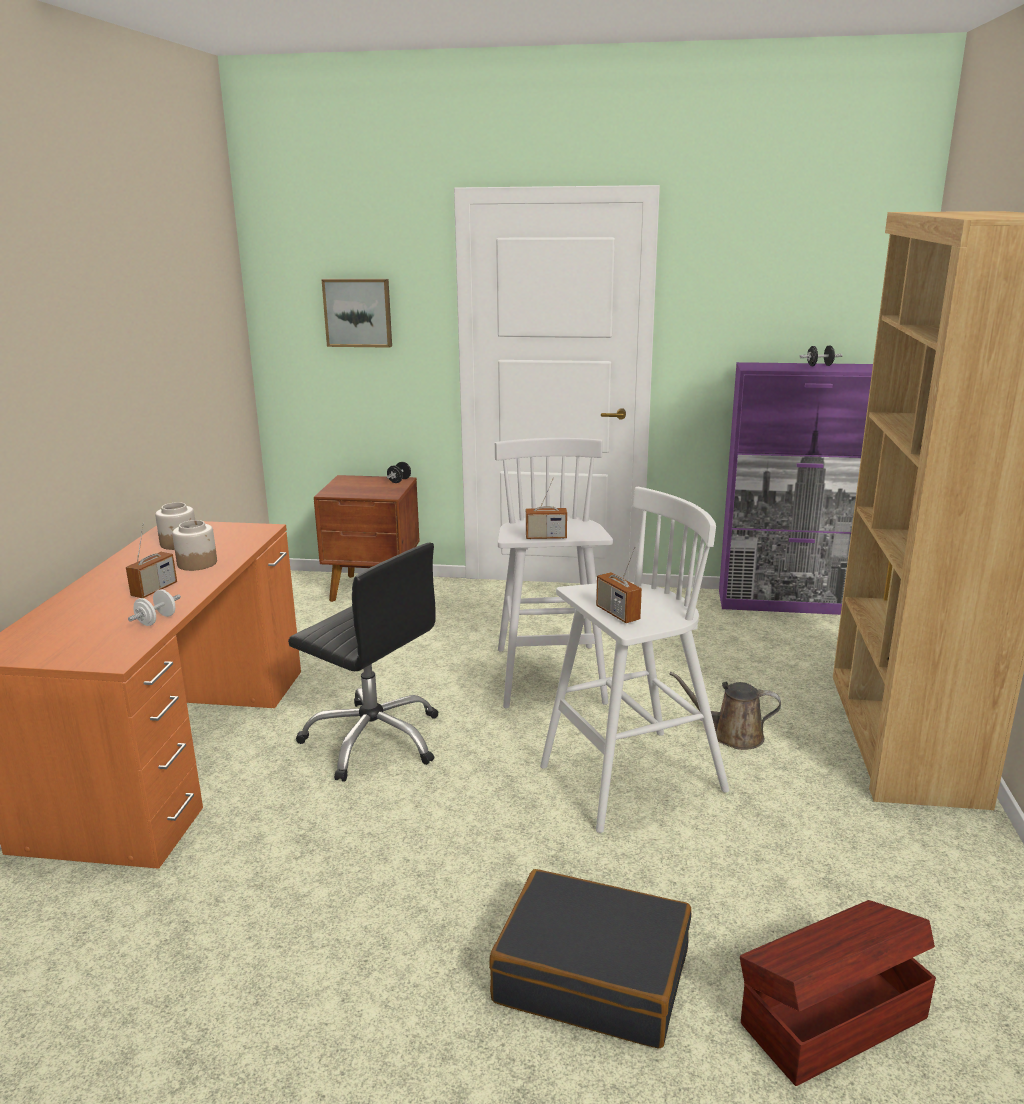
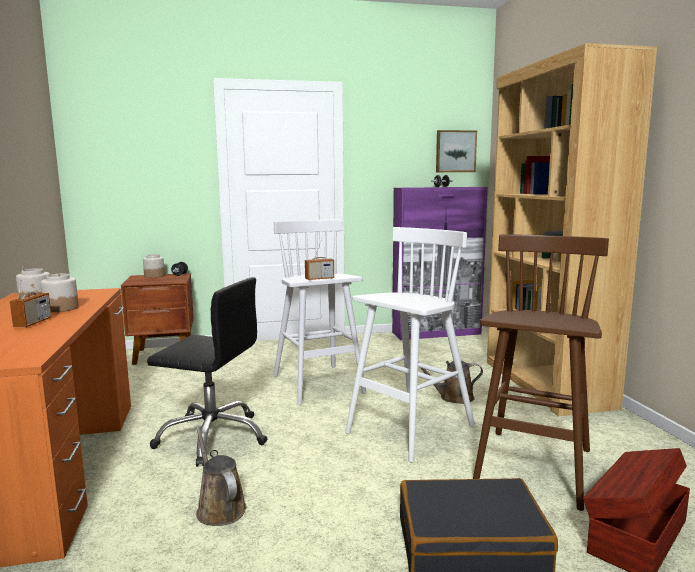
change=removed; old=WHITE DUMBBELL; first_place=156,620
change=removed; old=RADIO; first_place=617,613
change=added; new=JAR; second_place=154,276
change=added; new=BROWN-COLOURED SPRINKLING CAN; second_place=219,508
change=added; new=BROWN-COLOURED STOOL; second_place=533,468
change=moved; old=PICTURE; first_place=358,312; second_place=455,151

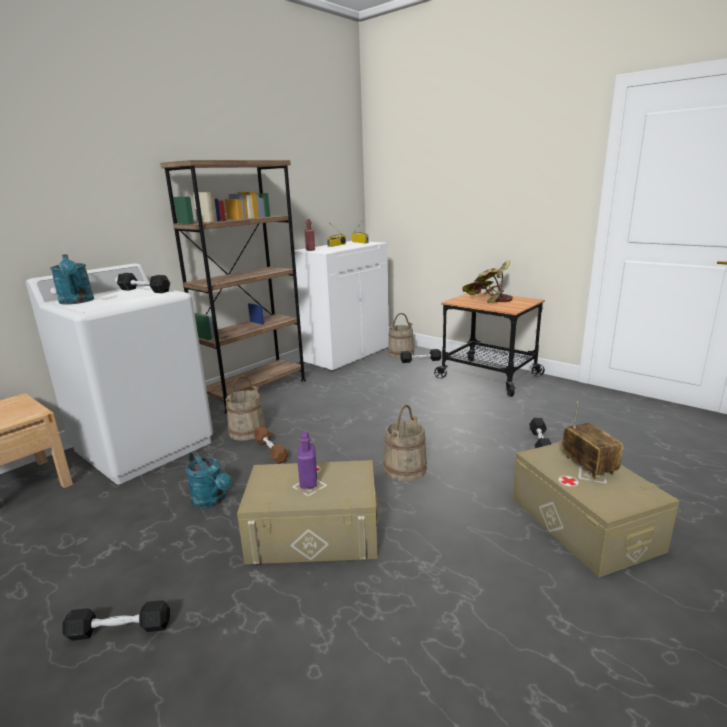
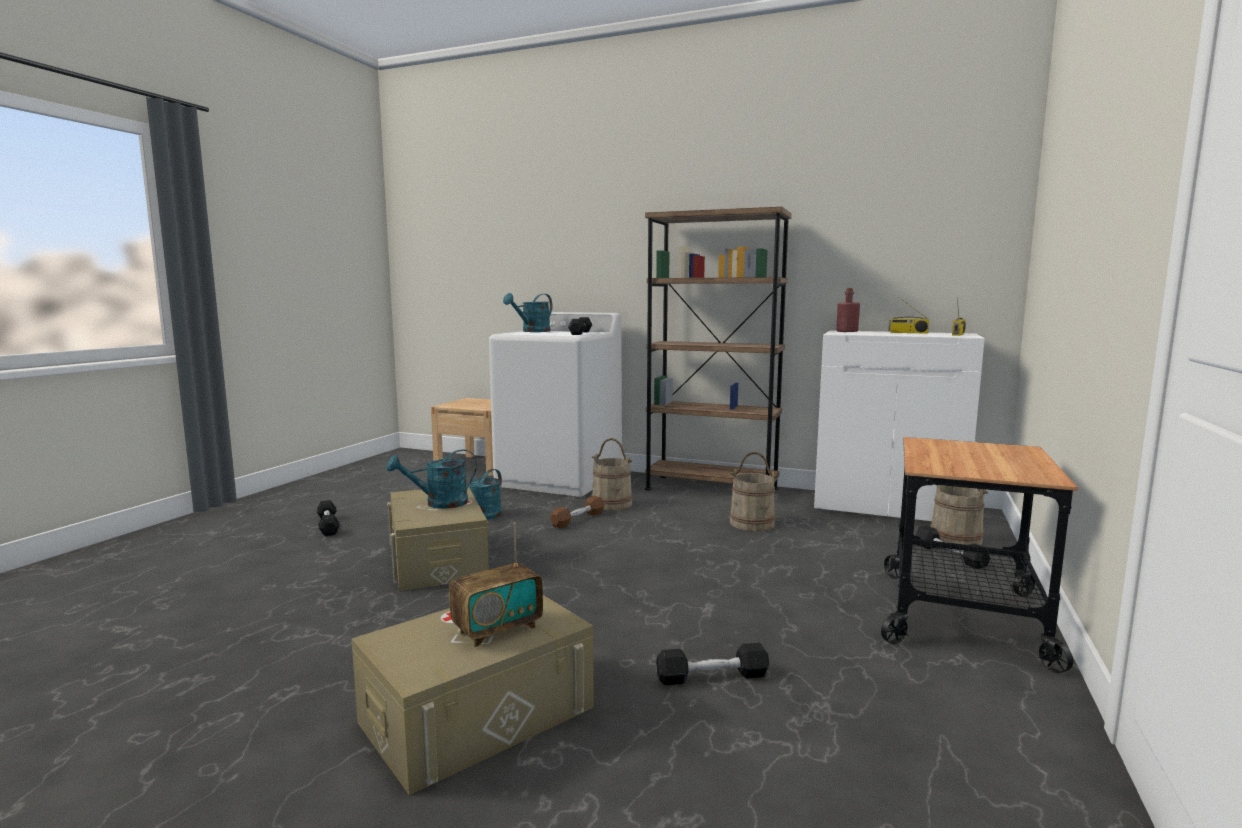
change=removed; old=PLANT IN A POT; first_place=487,299
change=moved; old=SAND-COLOURED PAIL; first_place=404,469; second_place=752,523
change=replaced; old=PURPLISH BOTTLE; new=BLUE-GREEN SPRINKLING CAN; first_place=308,482; second_place=439,504

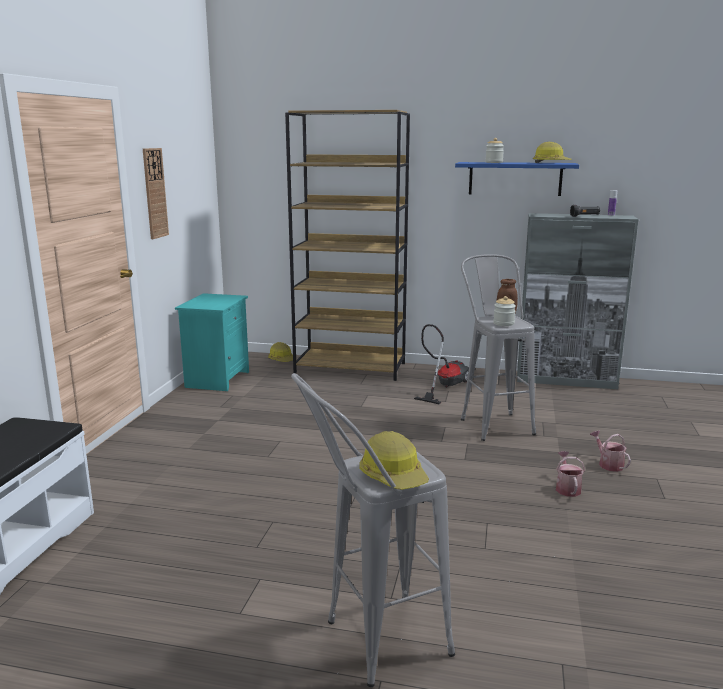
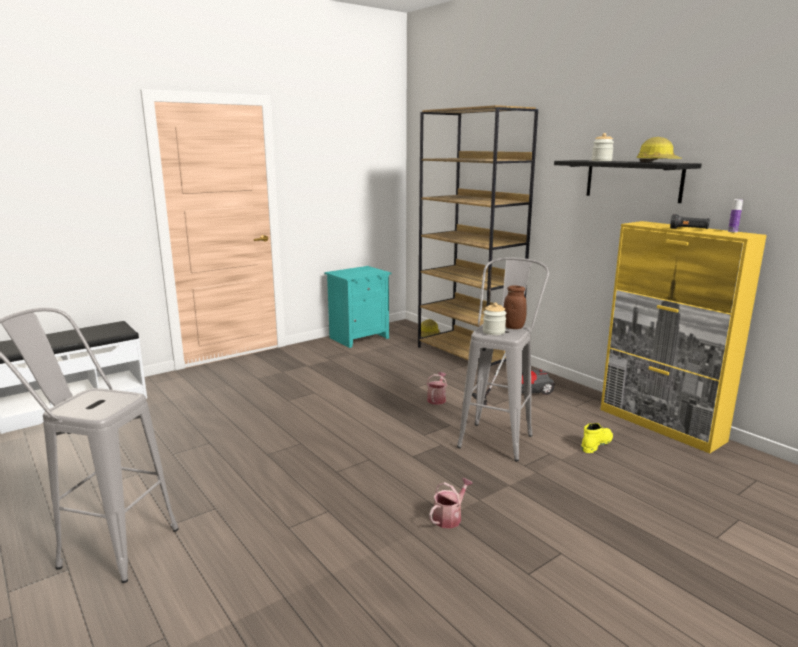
change=removed; old=CLOCK ON THE WALL; first_place=155,193
change=removed; old=SAFETY HELMET; first_place=394,476
change=added; new=YELLOW TALL BOOT; second_place=595,444
change=moved; old=SPRINKLING CAN; first_place=608,464; second_place=437,399
change=recoloured; old=BLUE-COLOURED WALL SHELF; new=BLACK-COLOURED WALL SHELF; first_place=515,178; second_place=633,180
change=recoloured; old=GREY CUPBOARD; new=YELLOW CUPBOARD; first_place=566,380; second_place=661,425

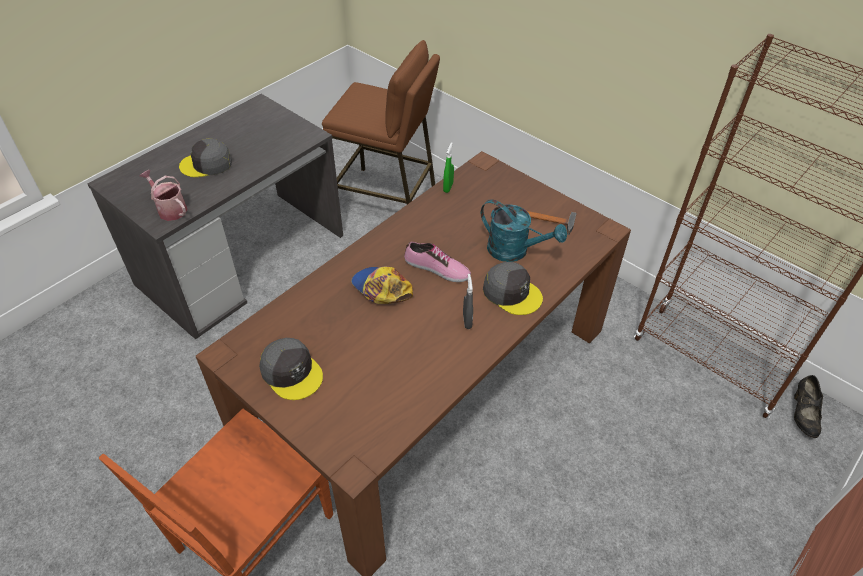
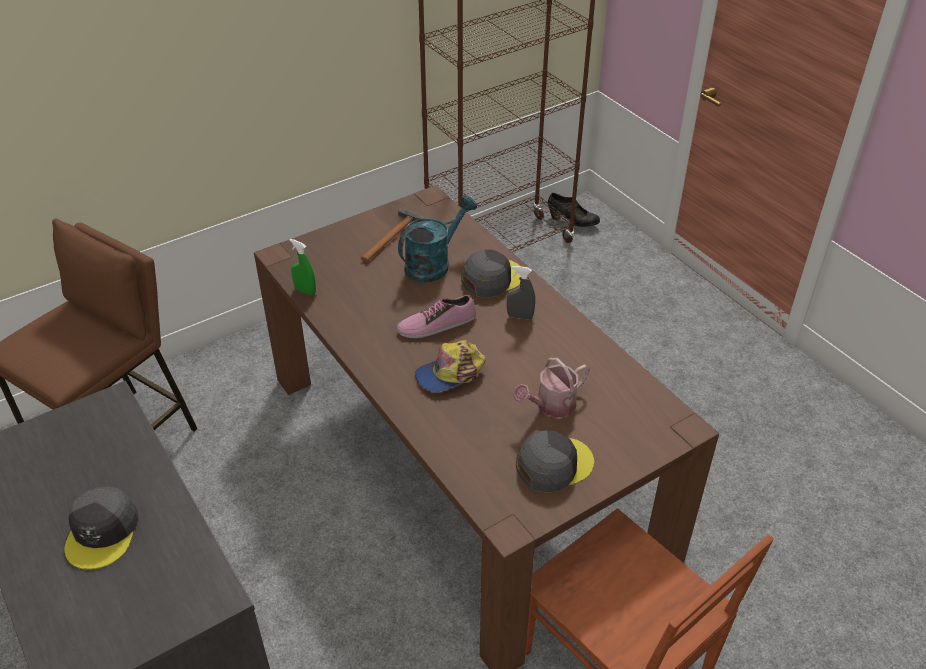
change=moved; old=SPRINKLING CAN; first_place=170,209; second_place=551,405
change=turned; old=SHOE; first_place=437,269; second_place=436,324; degrees=-150

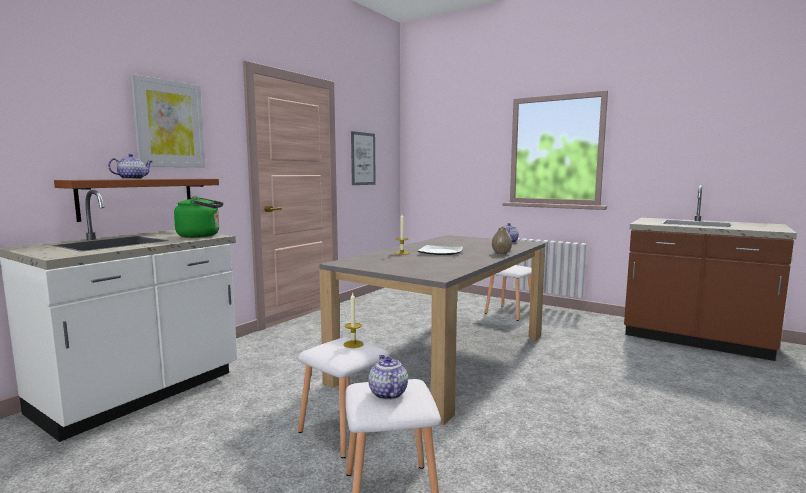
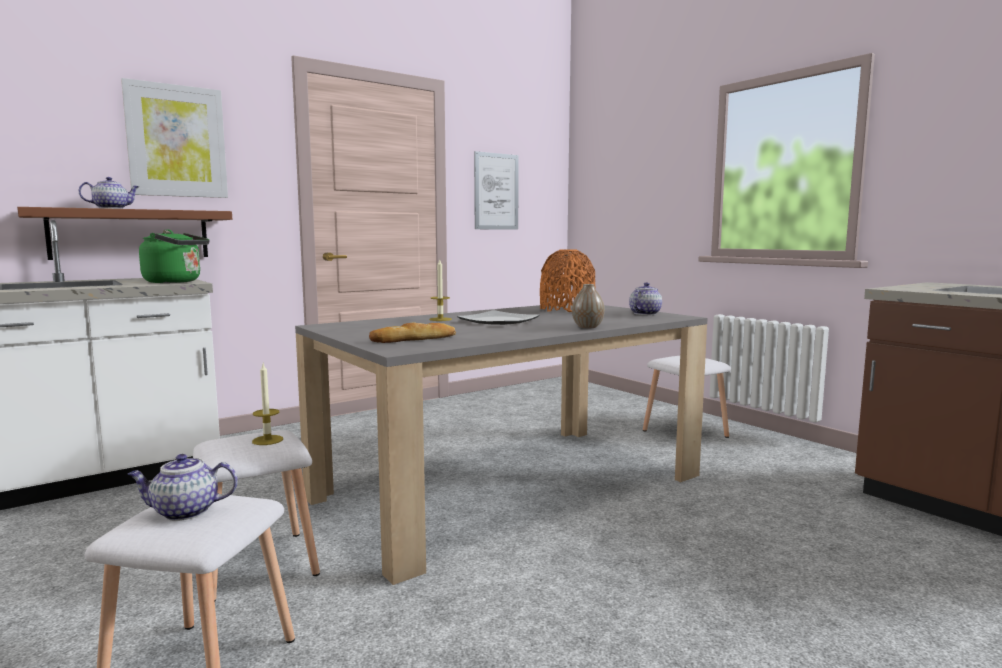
change=added; new=BREAD; second_place=414,339
change=added; new=ORANGEY VASE; second_place=567,310
change=turned; old=TEAPOT; first_place=387,393; second_place=184,512; degrees=-105

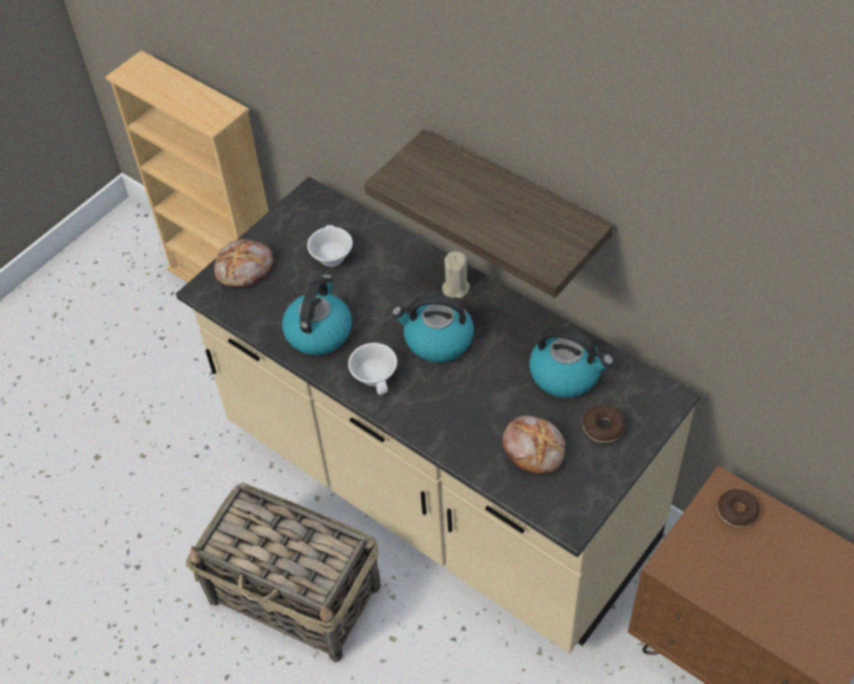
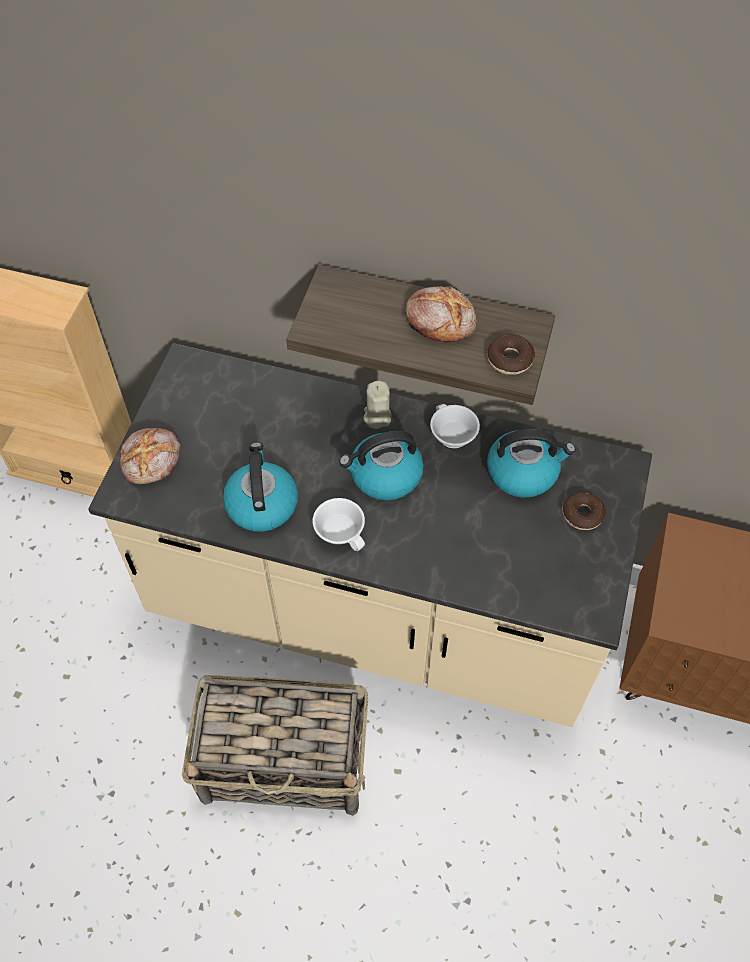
change=moved; old=WHITE SMALL CUP; first_place=330,255; second_place=451,436
change=moved; old=BREAD; first_place=534,448; second_place=440,320
change=moved; old=RING DOUGHNUT; first_place=737,511; second_place=509,359

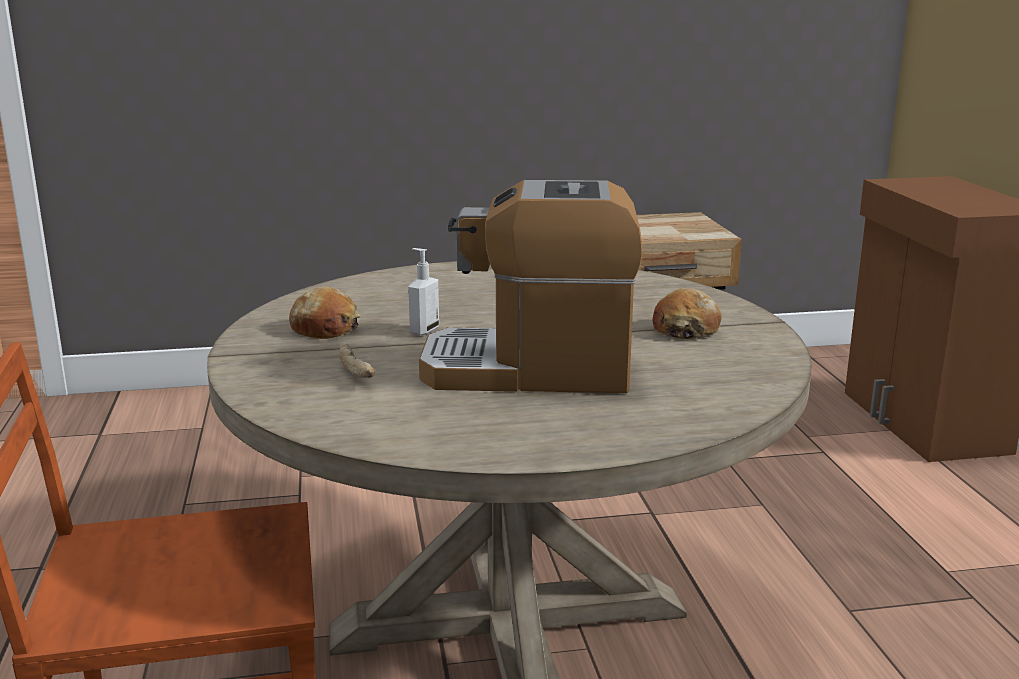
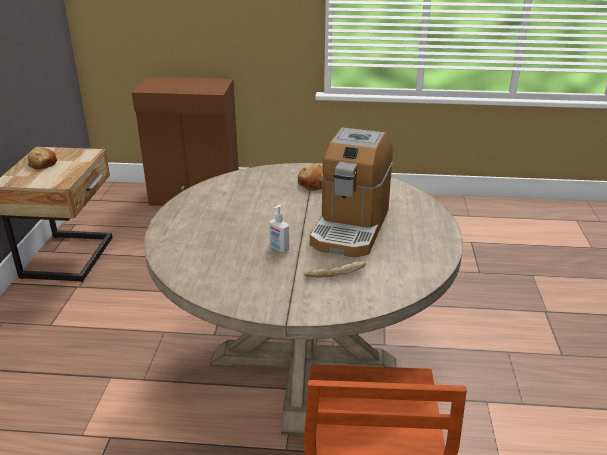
change=moved; old=BREAD; first_place=325,328; second_place=42,164

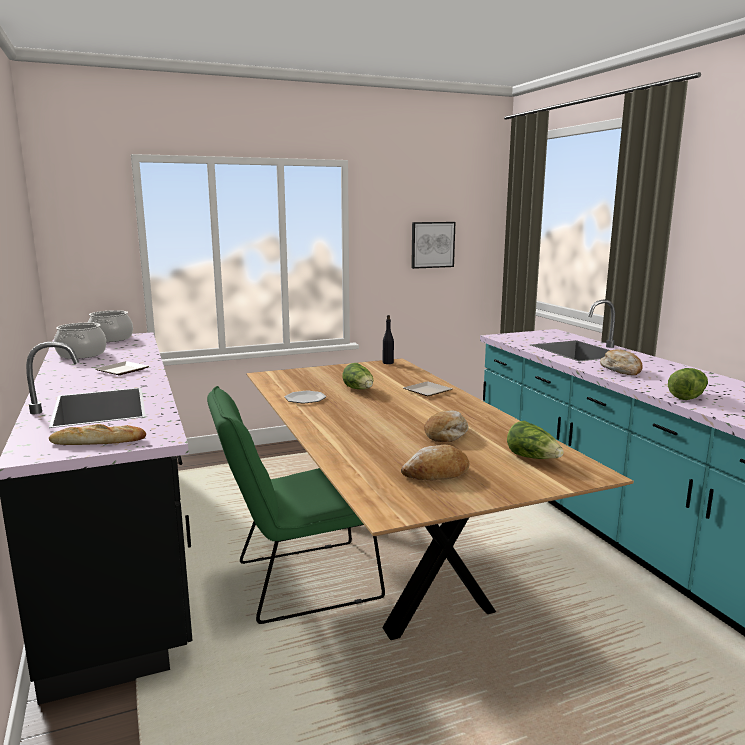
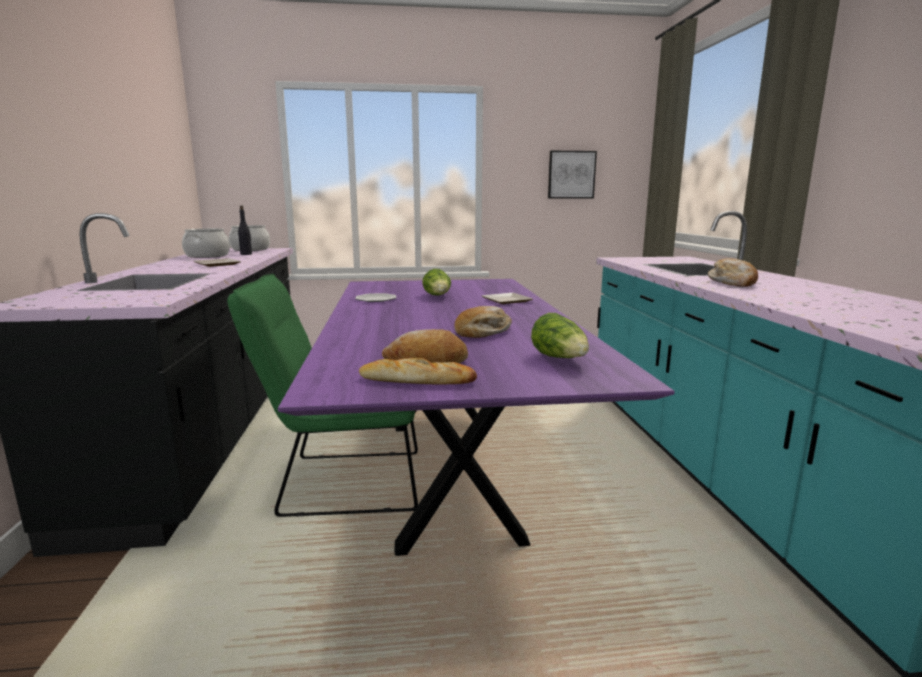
change=removed; old=HEAD OF LETTUCE; first_place=687,396
change=moved; old=BREAD; first_place=98,441; second_place=417,380
change=moved; old=BLACK-COLOURED BOTTLE; first_place=388,363; second_place=246,254
change=recoloured; old=BROWN-COLOURED KITCHEN TABLE; new=PURPLISH KITCHEN TABLE; first_place=391,559; second_place=448,474

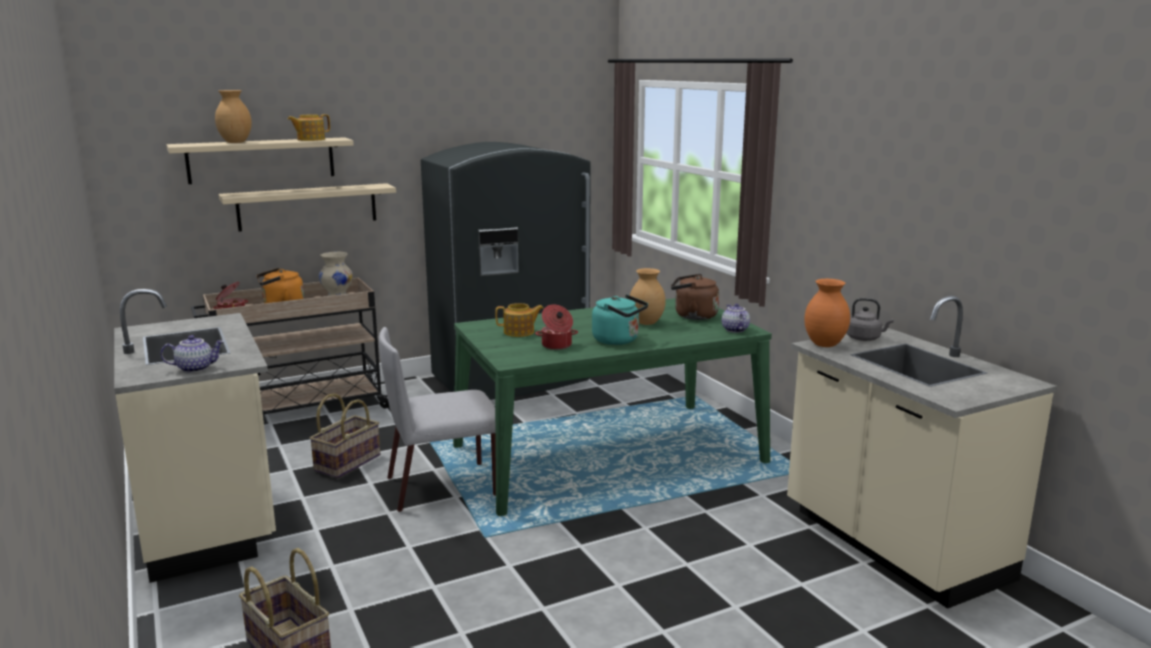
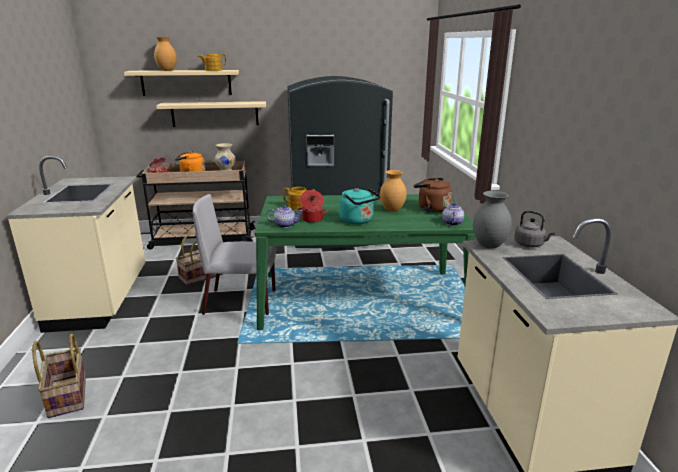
change=moved; old=TEAPOT; first_place=195,368; second_place=285,225
change=recoloured; old=ORANGEY VASE; new=GREY VASE; first_place=824,345; second_place=488,246

